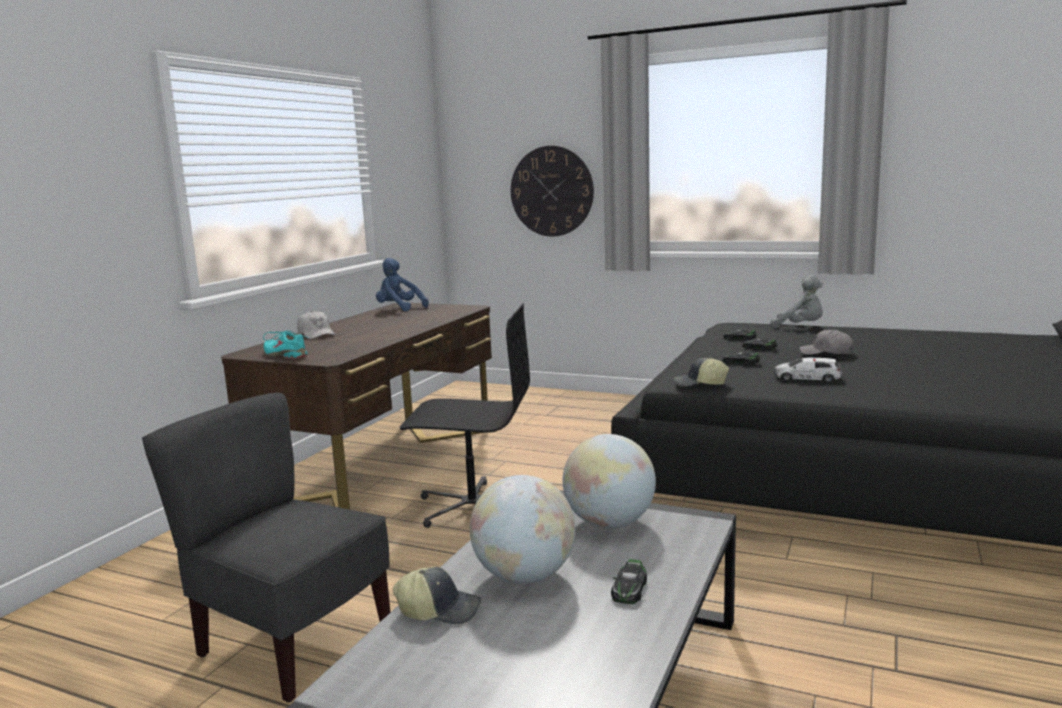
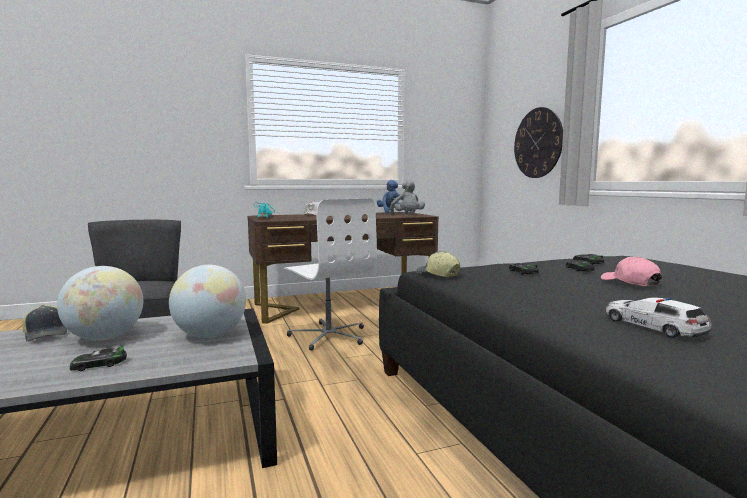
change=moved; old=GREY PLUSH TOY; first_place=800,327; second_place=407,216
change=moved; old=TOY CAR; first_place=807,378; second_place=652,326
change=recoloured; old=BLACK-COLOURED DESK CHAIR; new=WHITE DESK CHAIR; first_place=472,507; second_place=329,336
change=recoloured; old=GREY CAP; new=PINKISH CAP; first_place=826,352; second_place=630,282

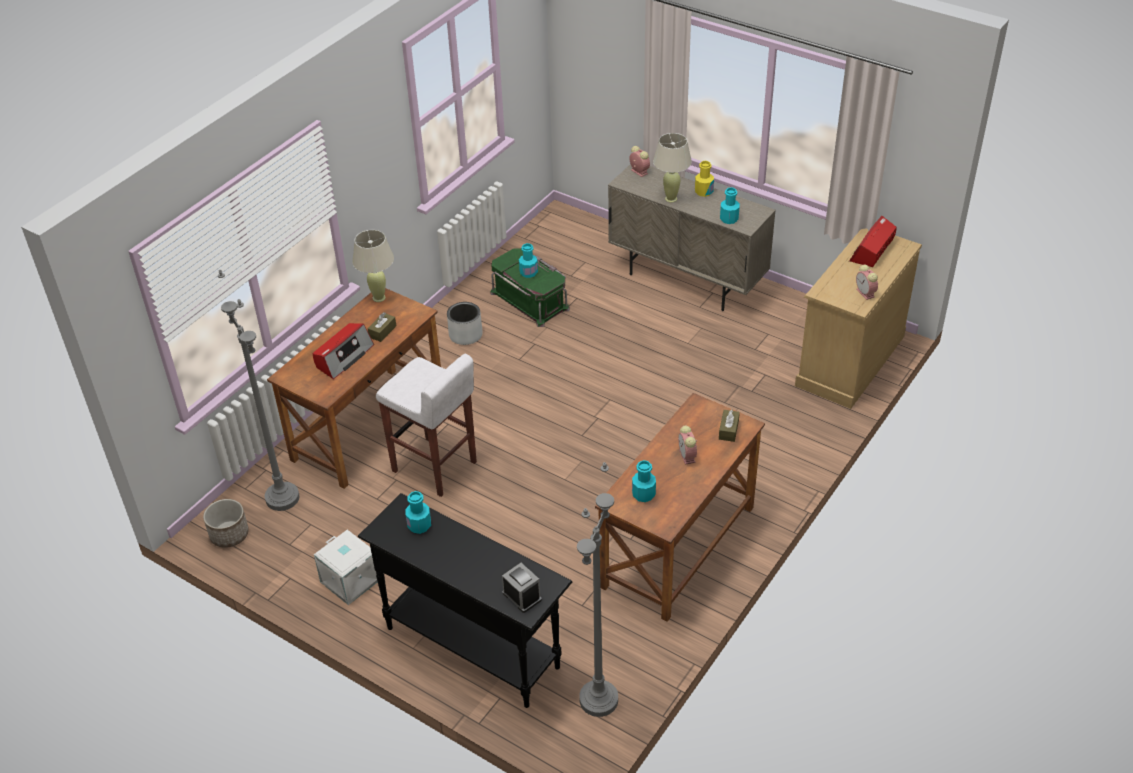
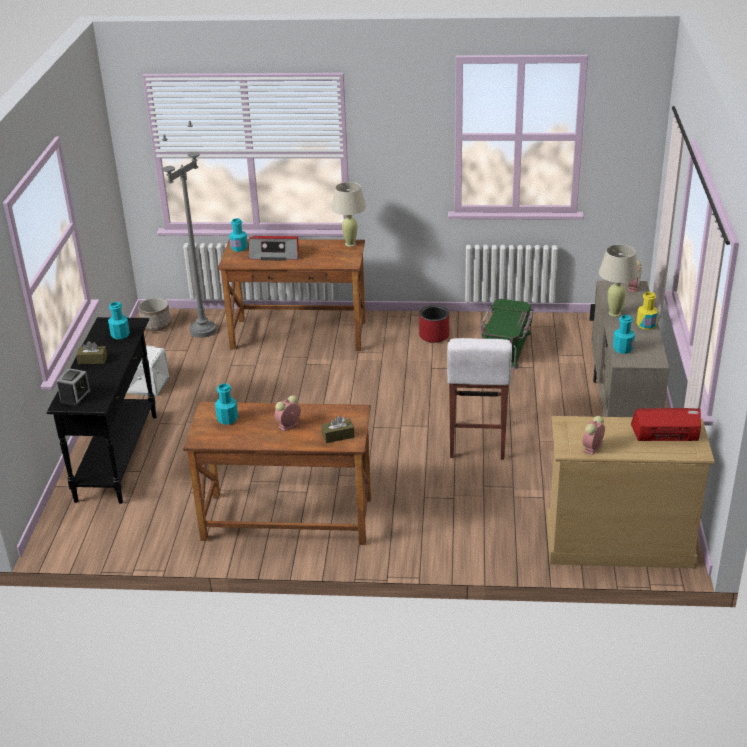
change=removed; old=GREY STANDING LAMP; first_place=598,699
change=moved; old=BROWN-COLOURED TISSUE HOLDER; first_place=382,331; second_place=92,360
change=moved; old=WHITE STOOL; first_place=434,467; second_place=476,442
change=moved; old=BLUE-GREEN BOTTLE; first_place=528,273; second_place=239,248
change=recoloured; old=GREY PLANT POT; new=RED PLANT POT; first_place=466,335; second_place=434,336

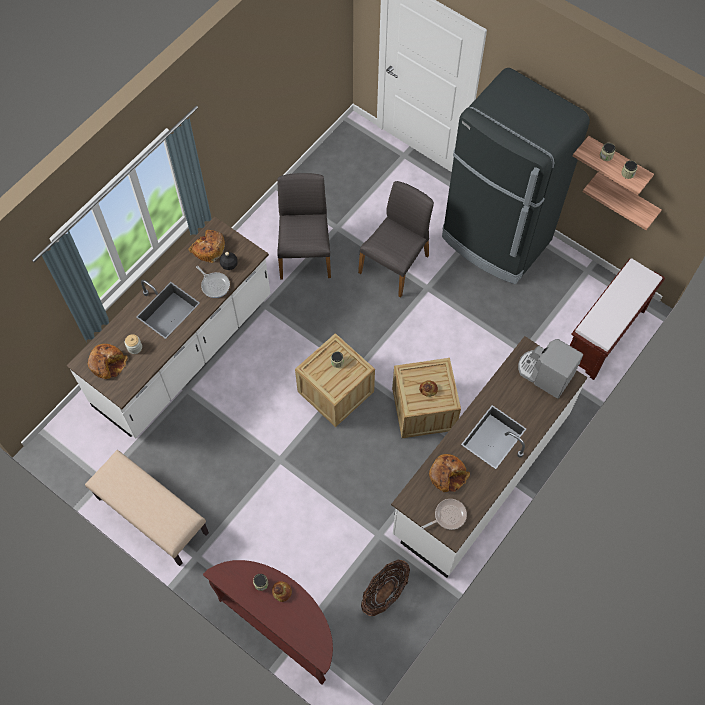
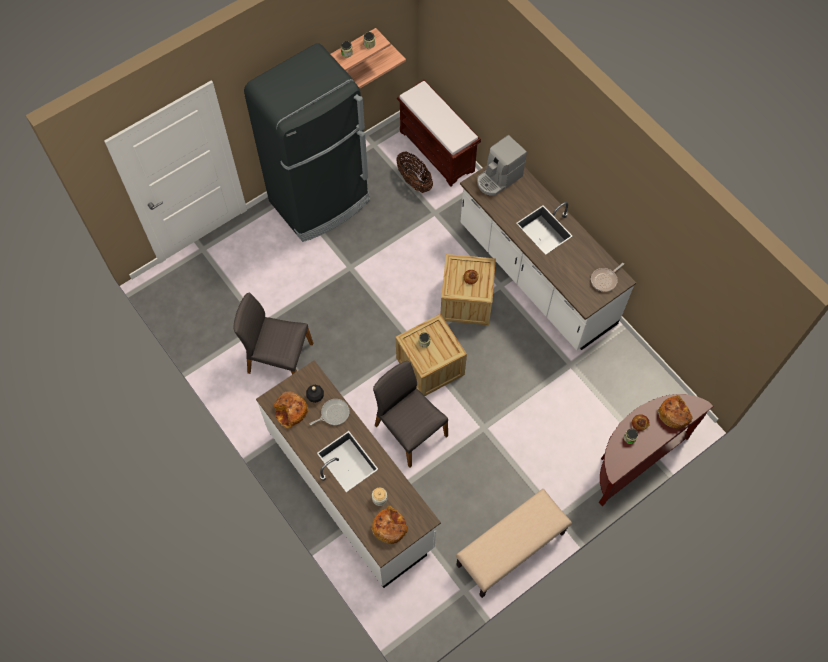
change=moved; old=GREY UPRIGHT CHAIR; first_place=395,264; second_place=409,430
change=moved; old=STORAGE BASKET; first_place=385,592; second_place=414,181
change=moved; old=BREAD; first_place=447,475; second_place=674,414
change=turned; old=SKILLET; first_place=448,516; second_place=605,280; degrees=-120

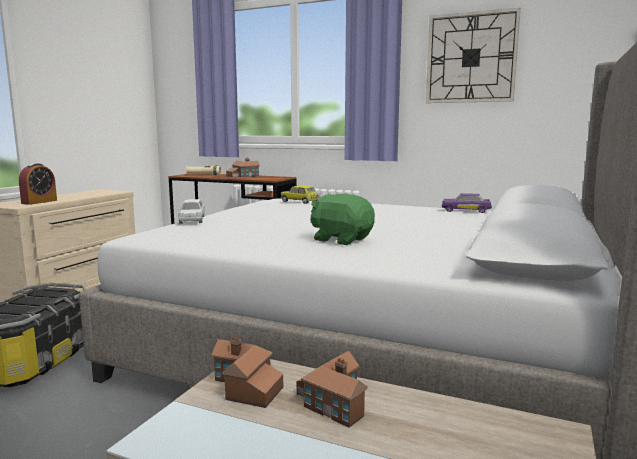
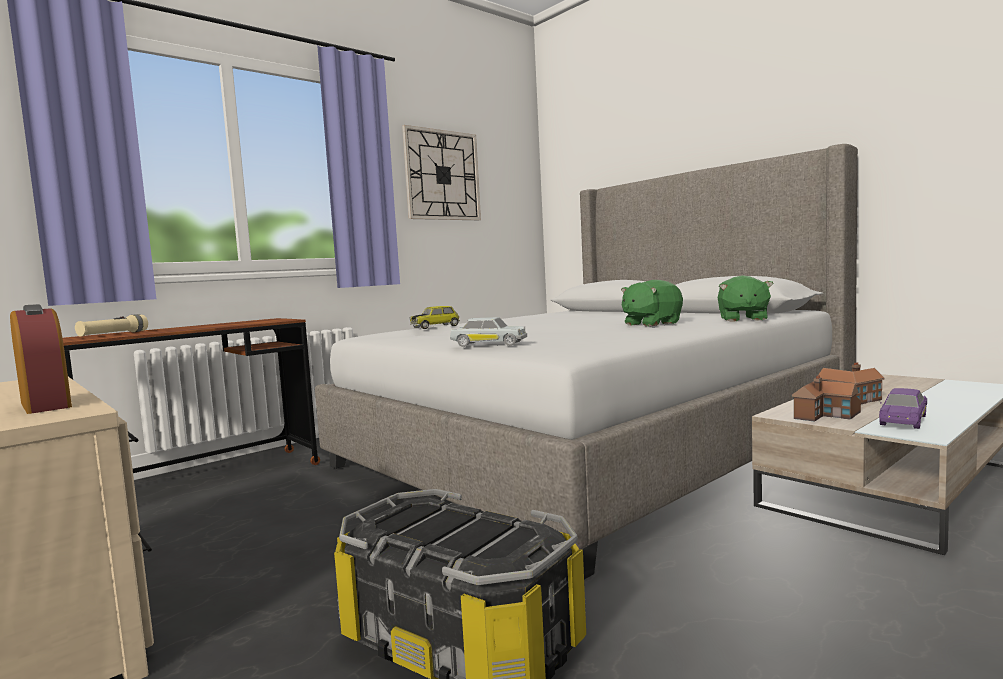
change=removed; old=TOY HOUSE; first_place=242,176
change=added; new=GREEN PLUSH TOY; second_place=742,319
change=moved; old=PURPLISH TOY CAR; first_place=466,210; second_place=903,420

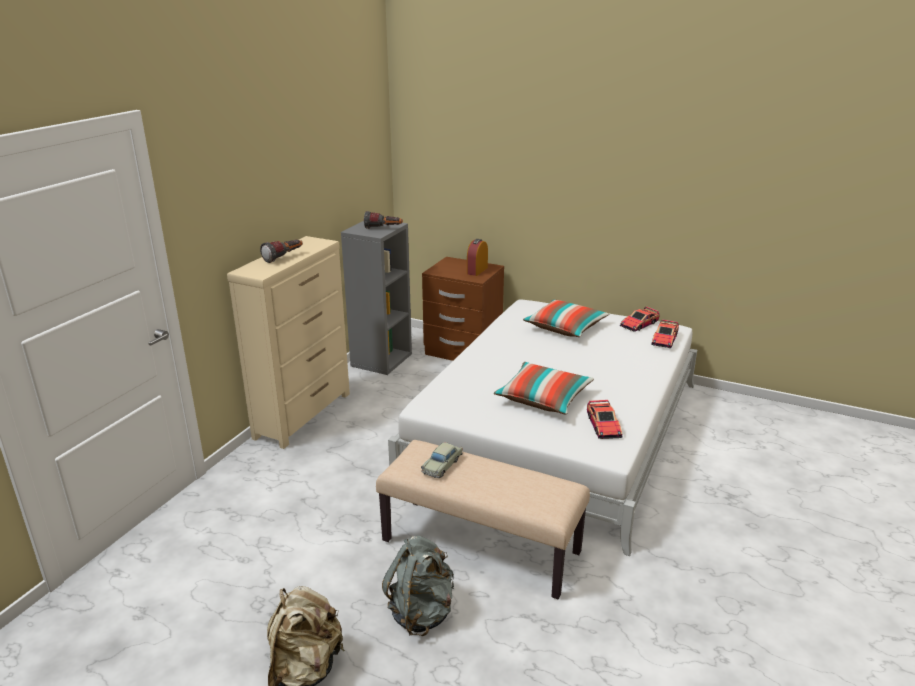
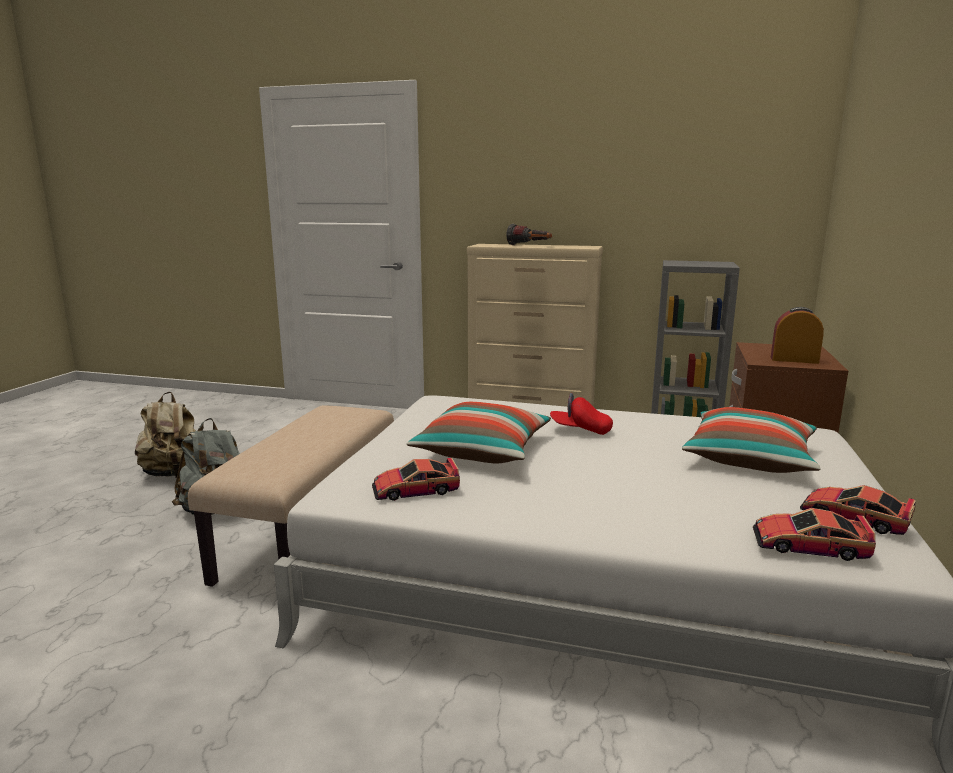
change=removed; old=FLASHLIGHT; first_place=383,229
change=removed; old=SAND-COLOURED TOY CAR; first_place=442,465
change=added; new=RED CAP; second_place=580,430

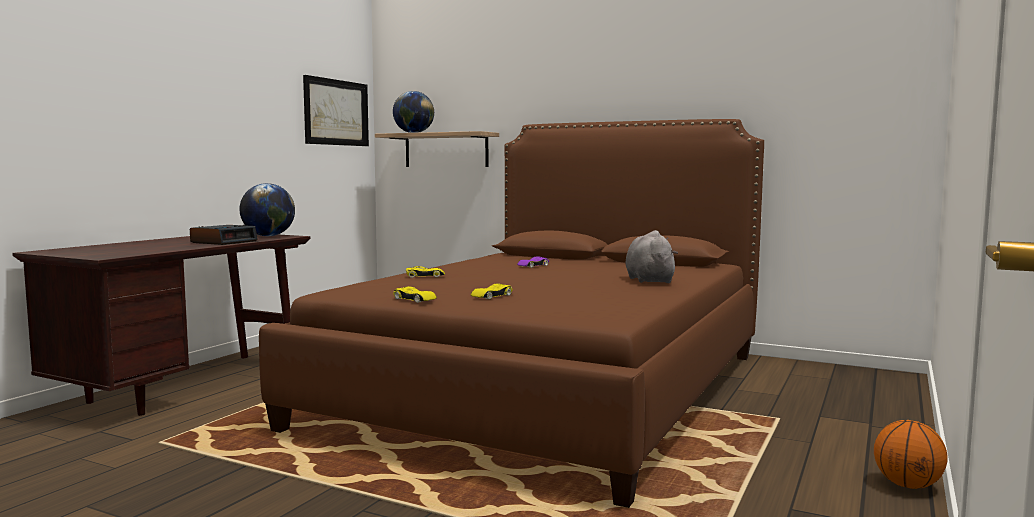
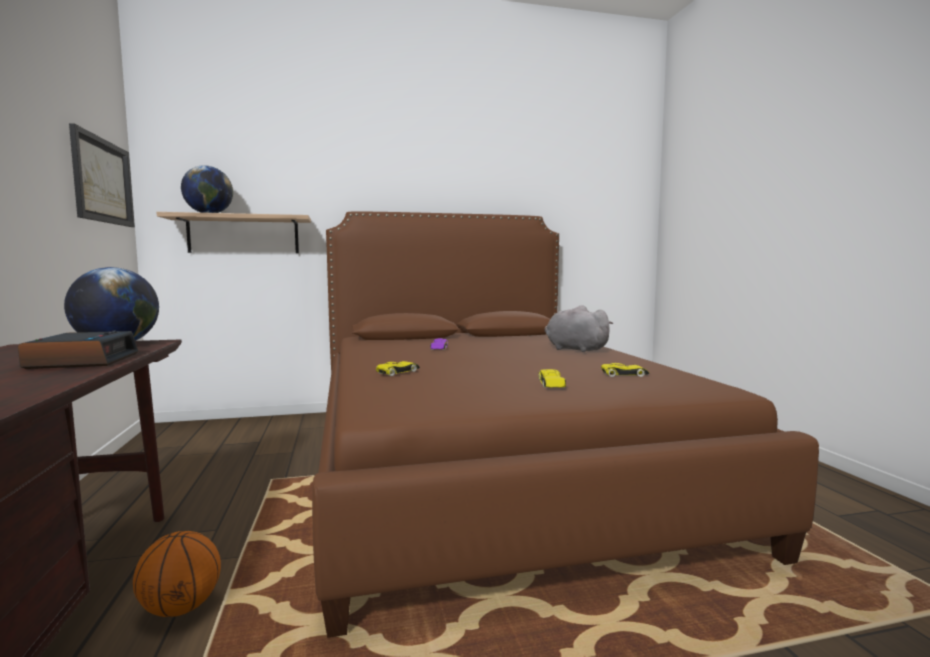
change=moved; old=YELLOW TOY CAR; first_place=415,299; second_place=624,374
change=moved; old=BALL FOR BASKETBALL; first_place=908,485; second_place=181,608

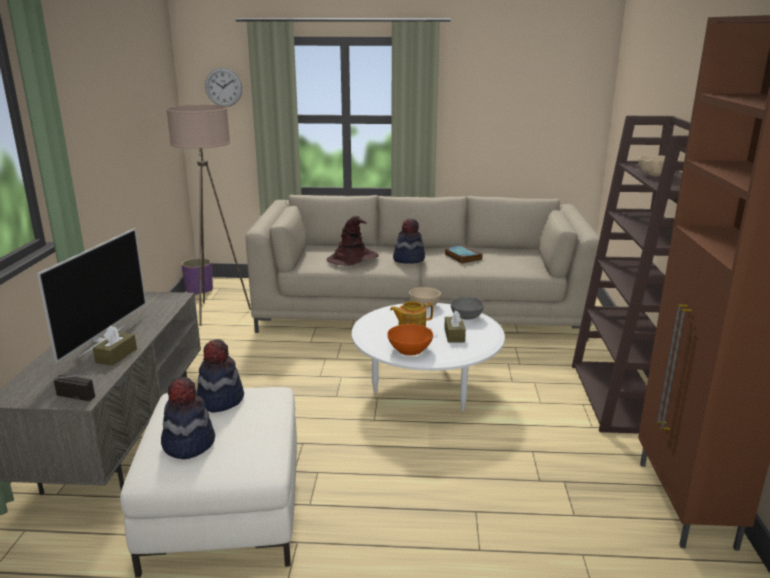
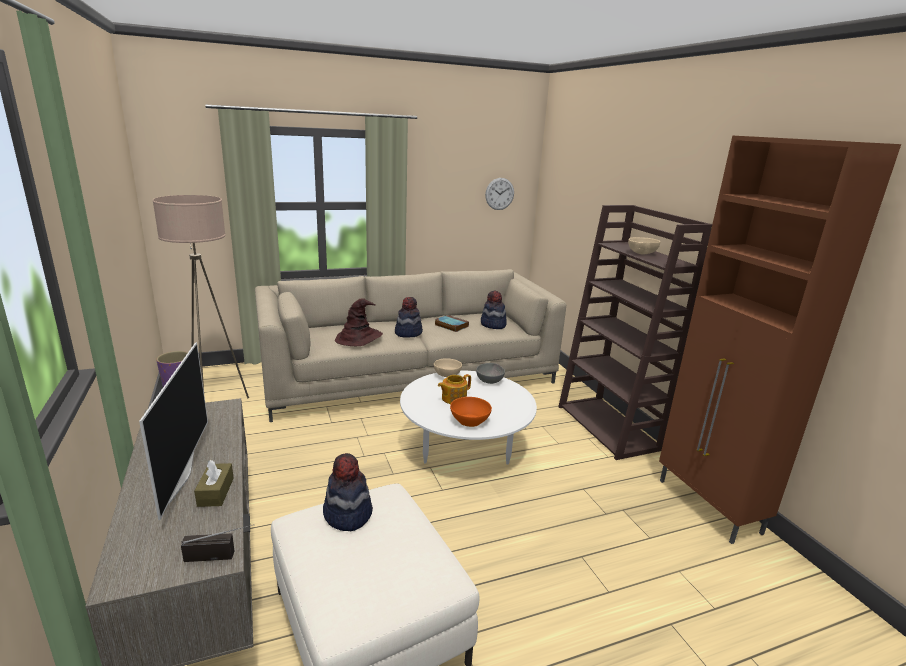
change=removed; old=BROWN-COLOURED TISSUE HOLDER; first_place=454,335
change=moved; old=CLOTHING HAT; first_place=188,443; second_place=493,325
change=moved; old=CLOCK ON THE WALL; first_place=223,87; second_place=499,194

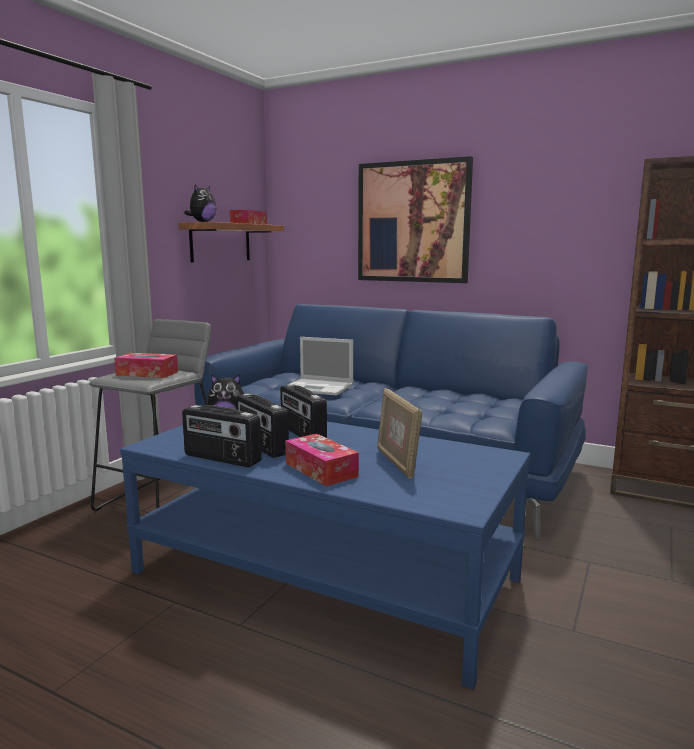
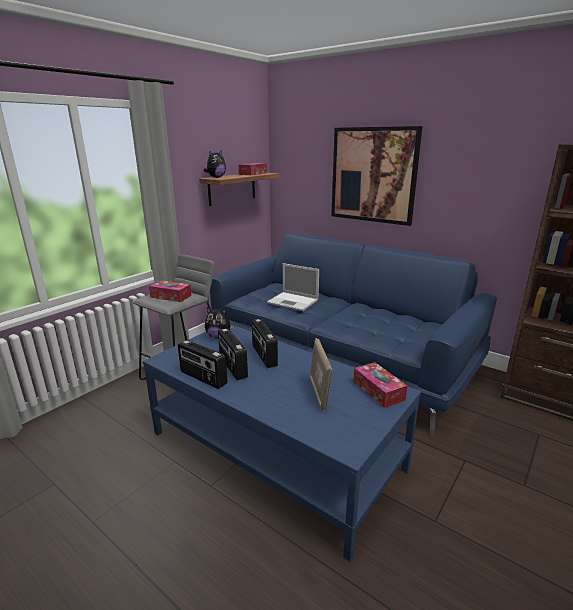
change=moved; old=TISSUE HOLDER; first_place=321,470; second_place=378,391

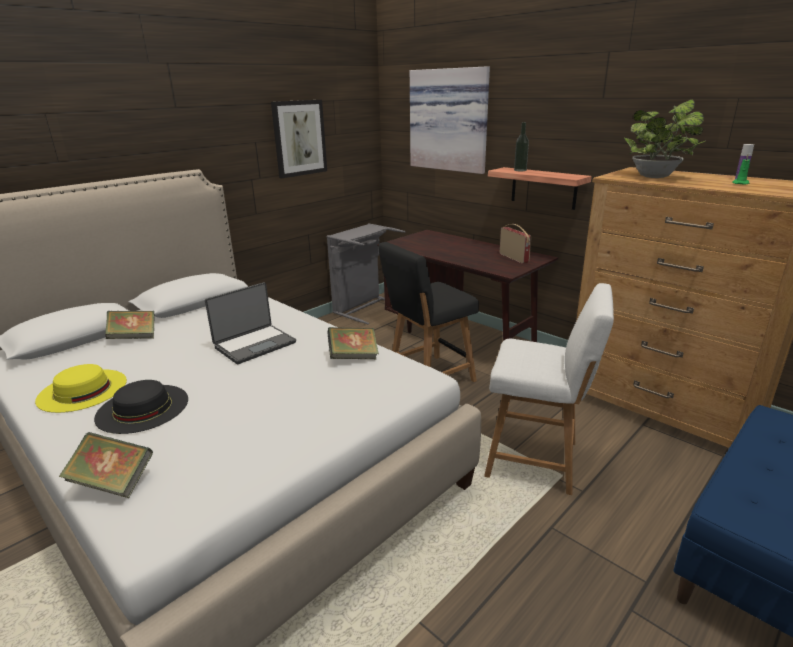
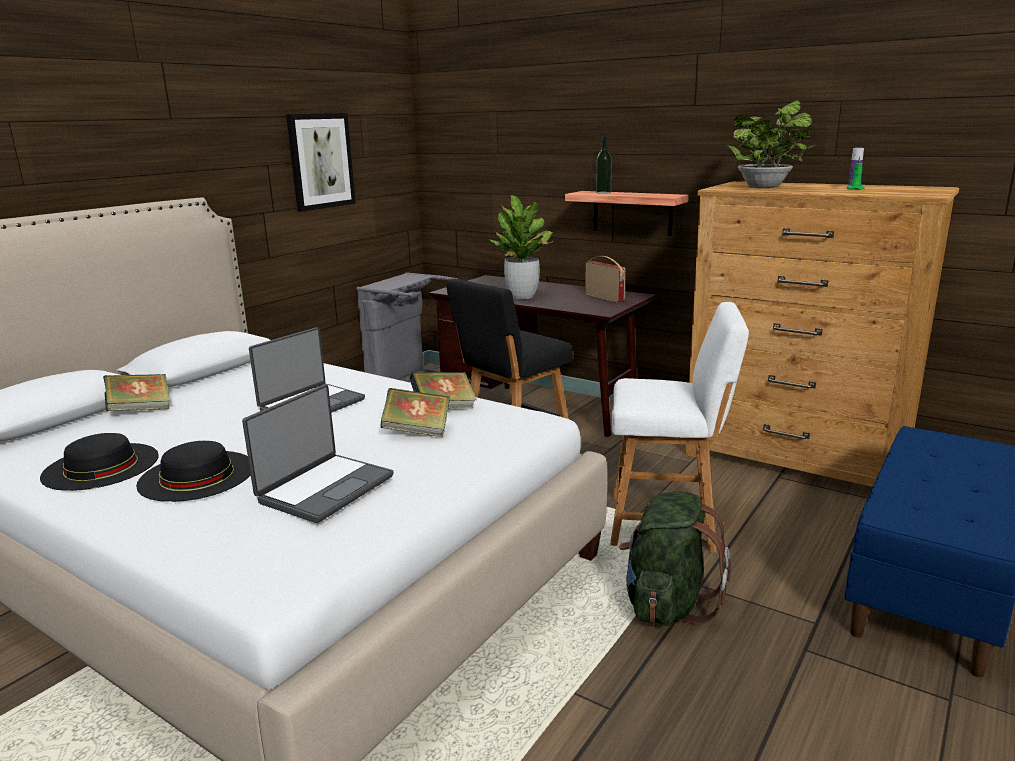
change=removed; old=PICTURE; first_place=450,120
change=added; new=PORTABLE COMPUTER; second_place=324,488
change=added; new=PLANT IN A POT; second_place=522,296
change=added; new=GREEN RUCKSACK; second_place=667,604
change=moved; old=BOUND BOOK; first_place=113,482; second_place=417,431
change=recoloured; old=YELLOW CLOTHING HAT; new=BLACK-COLOURED CLOTHING HAT; first_place=82,390; second_place=101,466

